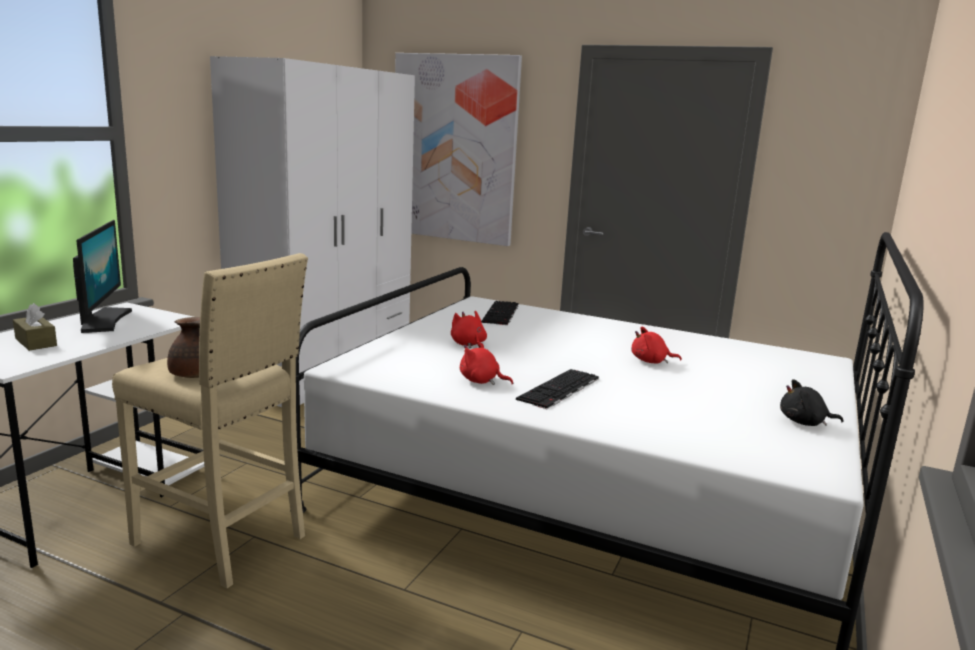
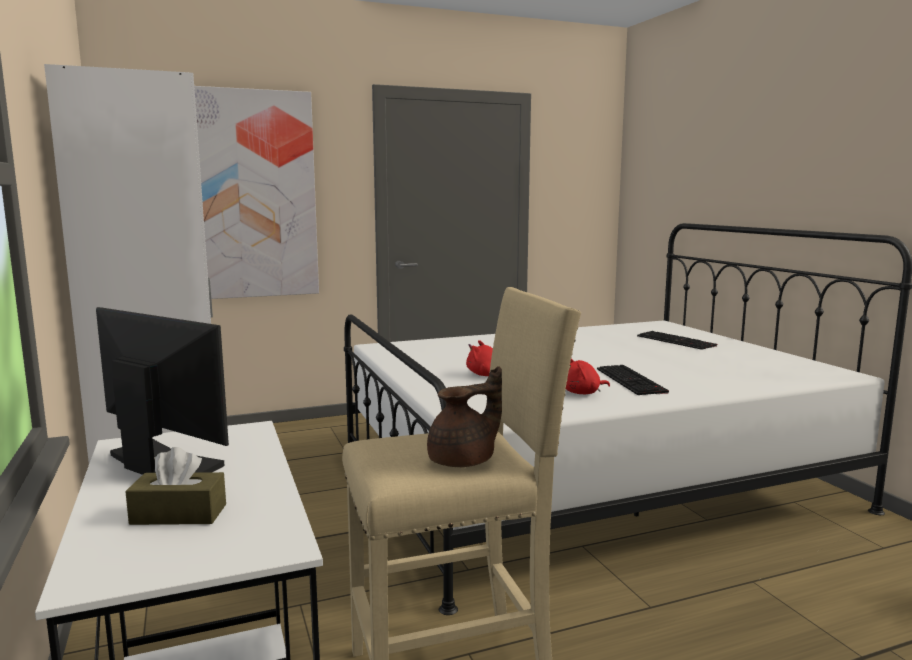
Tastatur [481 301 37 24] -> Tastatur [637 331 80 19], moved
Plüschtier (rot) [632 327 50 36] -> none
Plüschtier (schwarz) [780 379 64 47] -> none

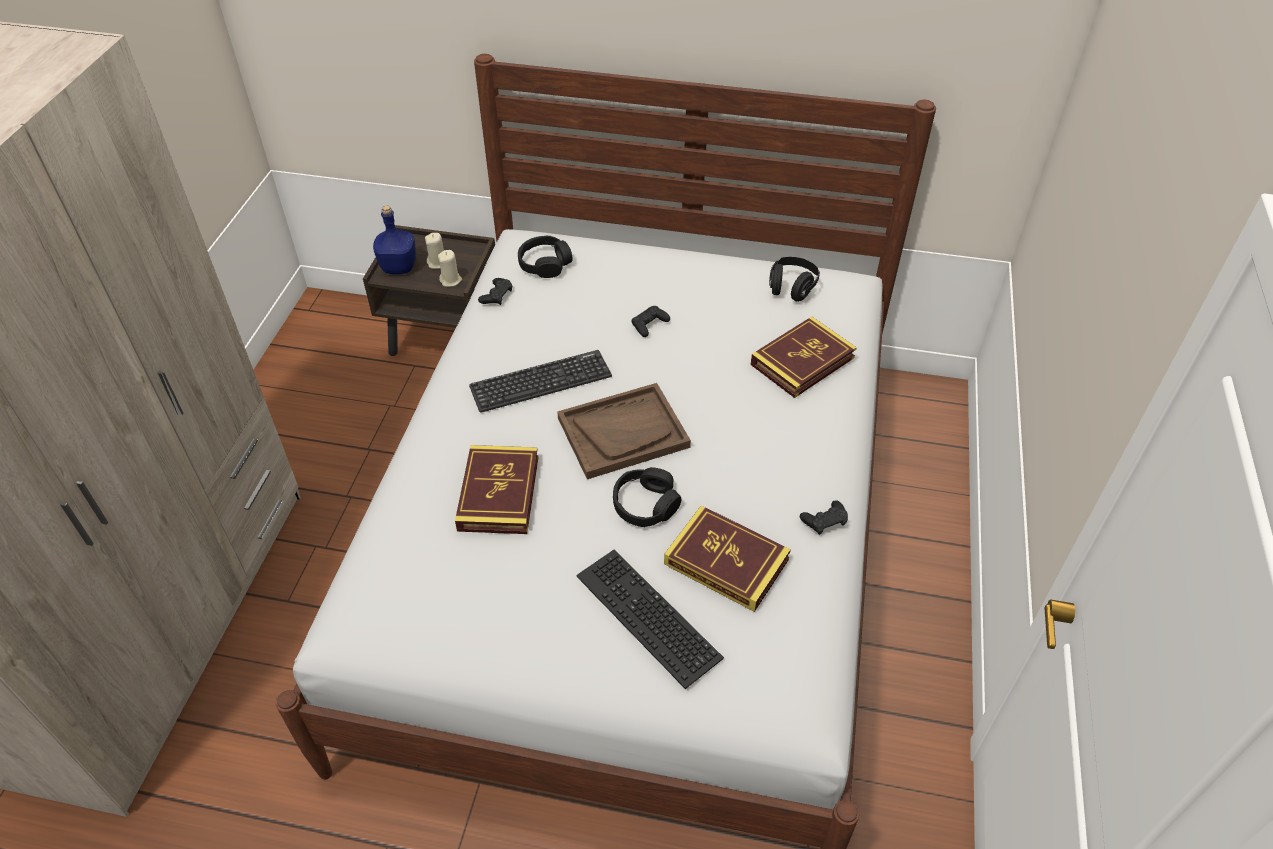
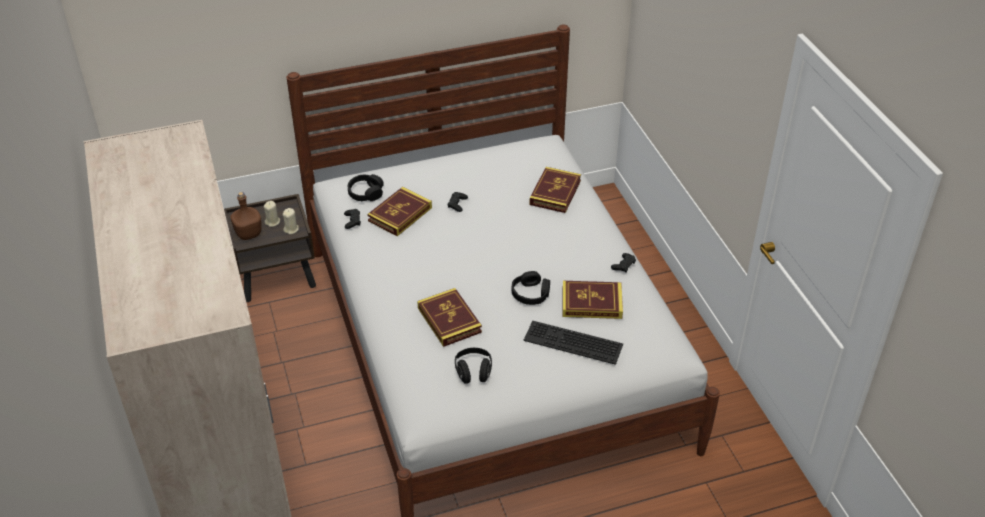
Flasche (blau) [373 206 43 68] -> Flasche (braun) [230 192 32 48]
none -> Buch [367 187 65 49]
Kopfhörer (schwarz) [769 257 51 44] -> Kopfhörer (schwarz) [455 348 37 36], moved
Tastatur [469 350 143 63] -> none
Tablett (braun) [557 383 134 96] -> none

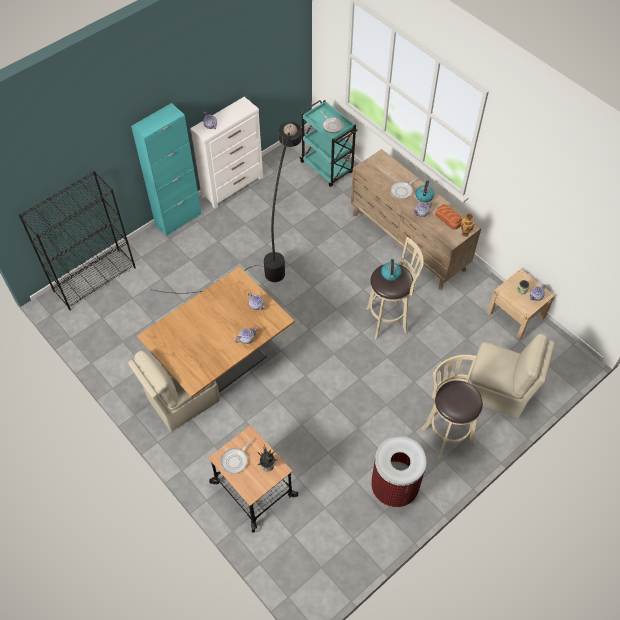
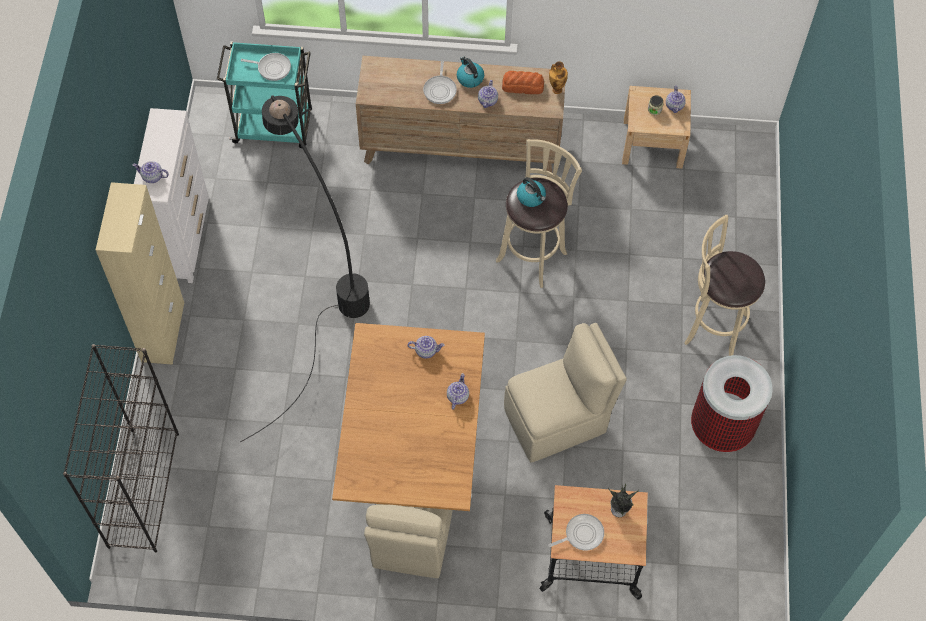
Schrank (türkis) [131 103 70 133] -> Schrank (beige) [96 182 88 183]
Stuhl (beige) [468 334 87 84] -> Stuhl (beige) [504 323 123 140], moved
Pfanne [220 439 32 35] -> Pfanne [548 514 56 37], 105 degrees counterclockwise

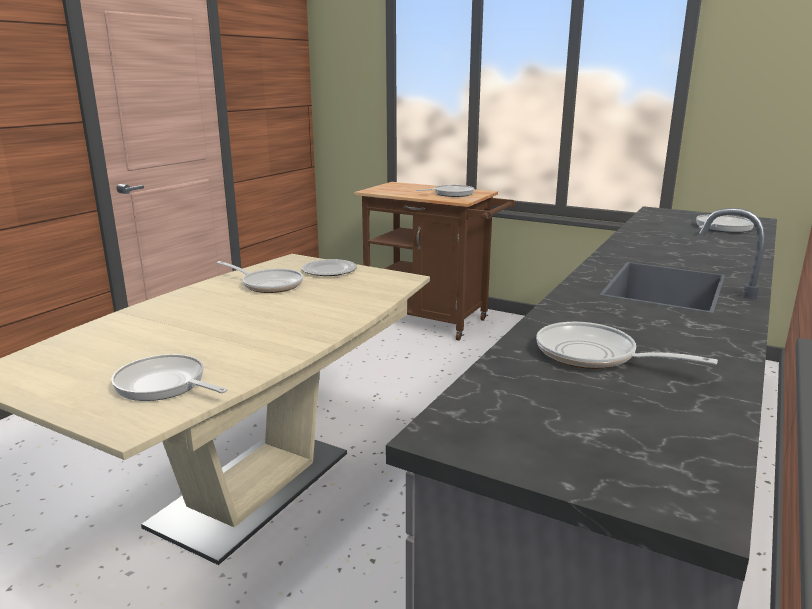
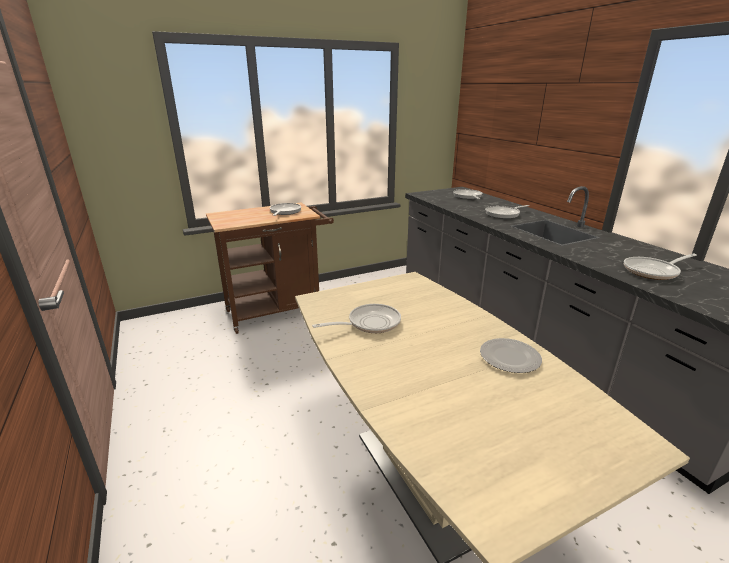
Teller [302 259 55 17] -> Teller [480 338 62 35], moved
Pfanne [111 354 116 47] -> Pfanne [485 205 44 14], moved

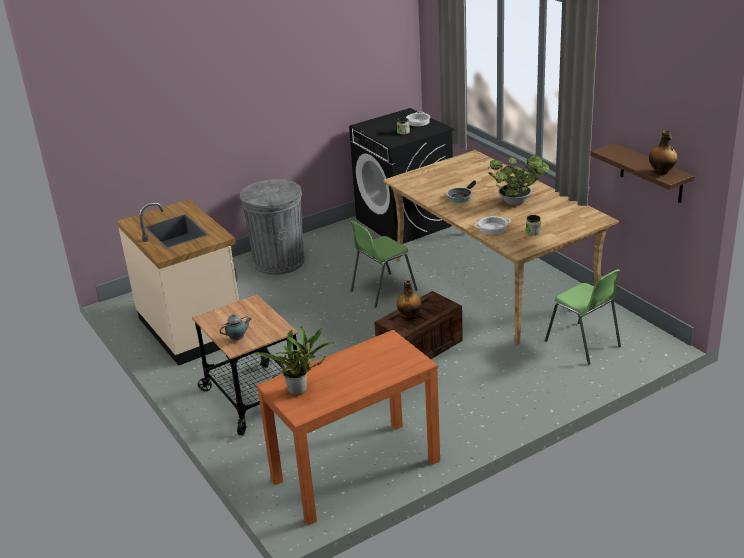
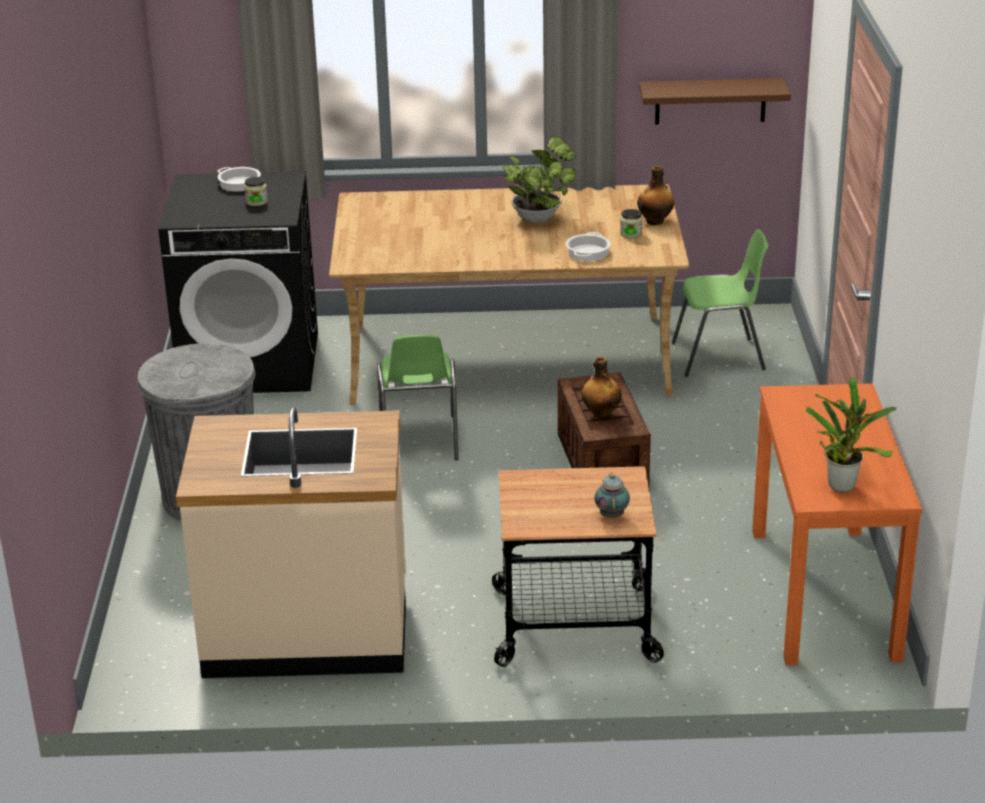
Flasche [649 130 29 45] -> Flasche [637 165 37 60], moved
Pfanne [447 181 29 22] -> none

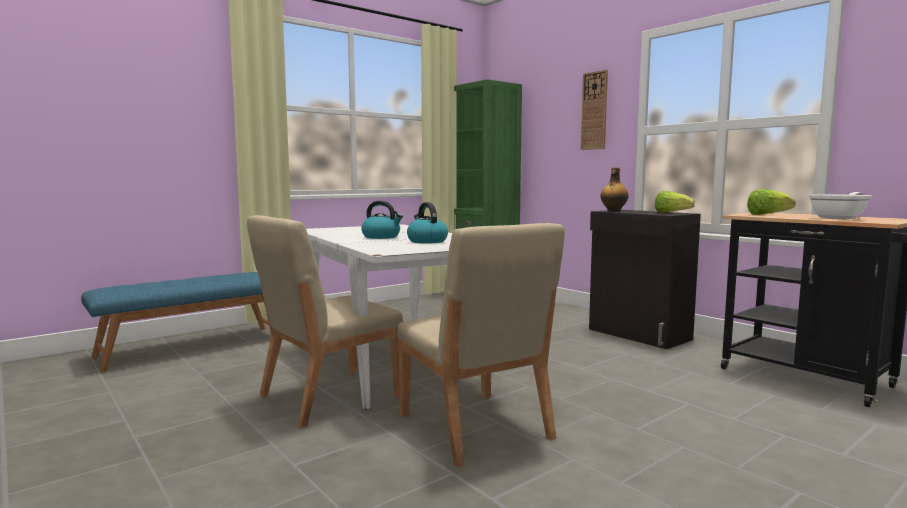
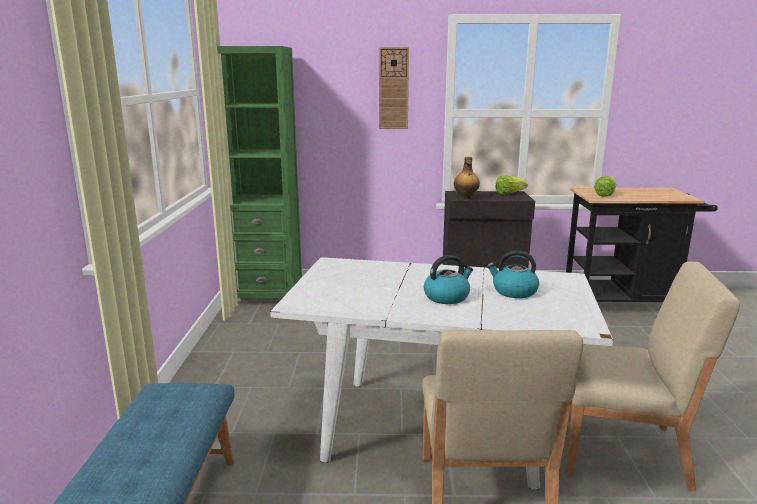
Pfanne [808 192 64 28] -> none

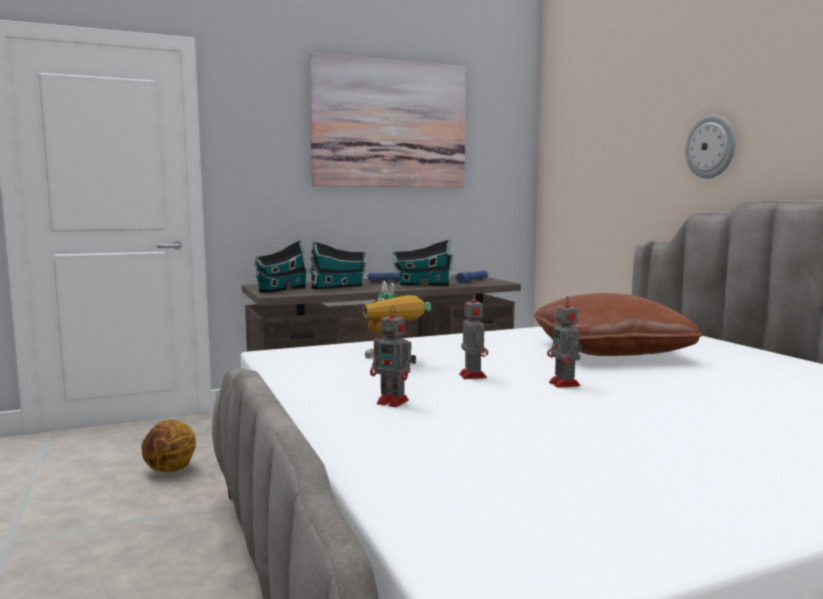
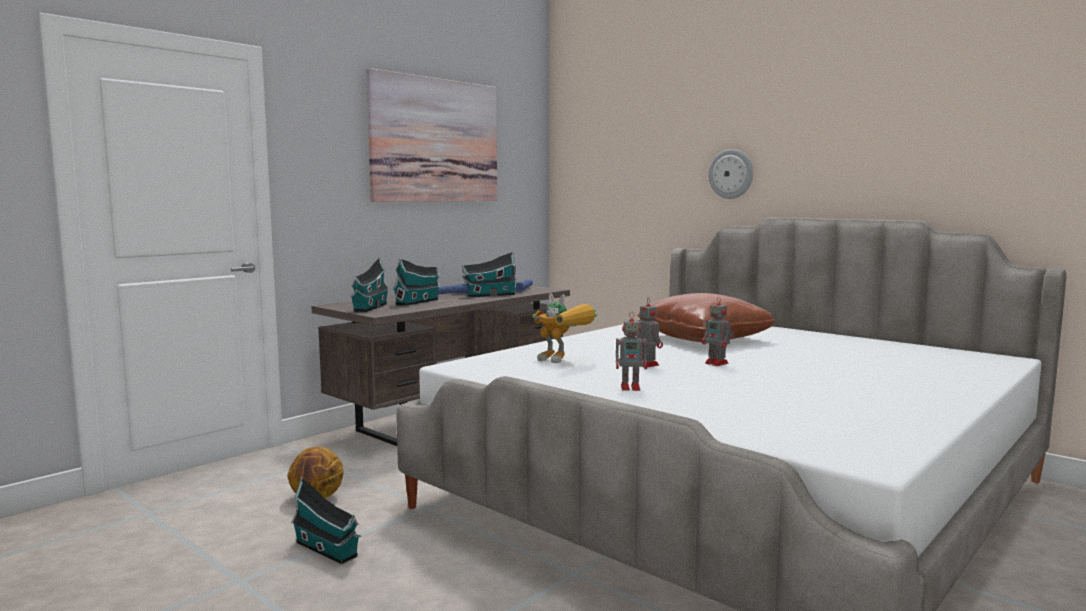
none -> Spielzeughaus [291 476 70 88]

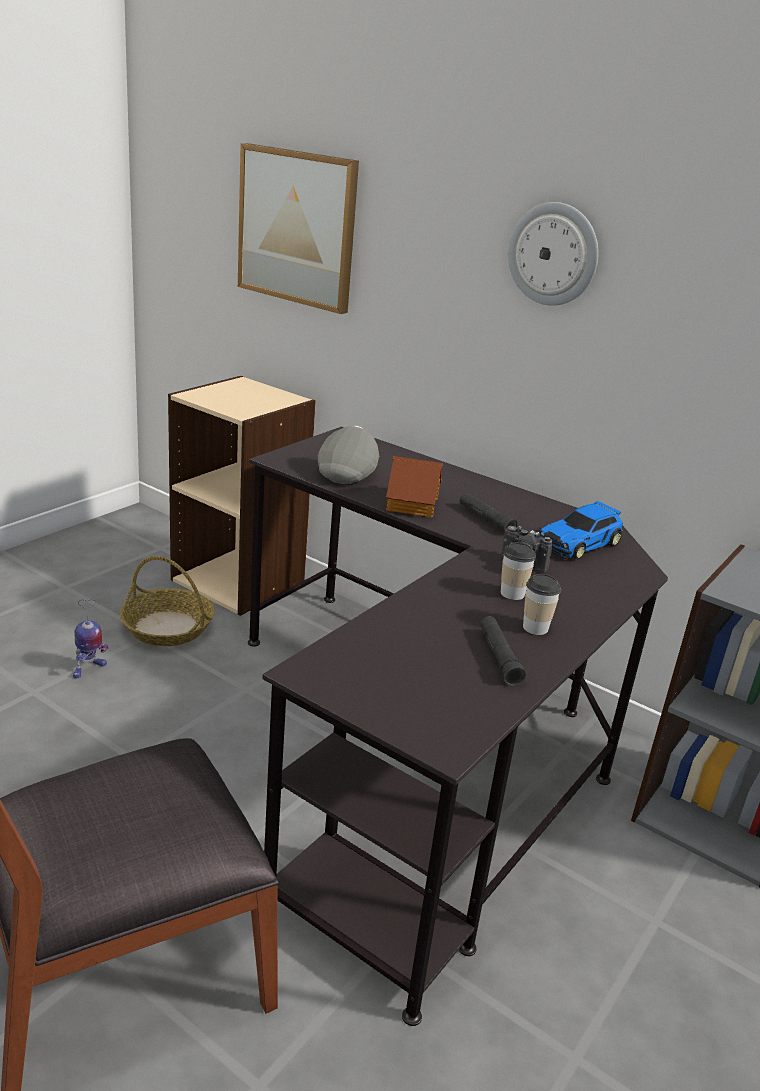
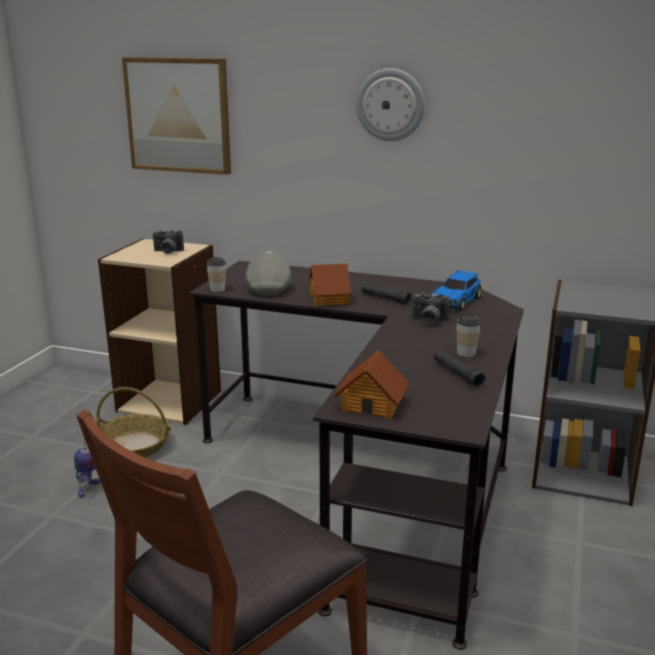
none -> Kamera [153 230 31 24]
Tasse [501 542 35 58] -> Tasse [206 257 20 35], moved
none -> Spielzeughaus [334 350 75 69]

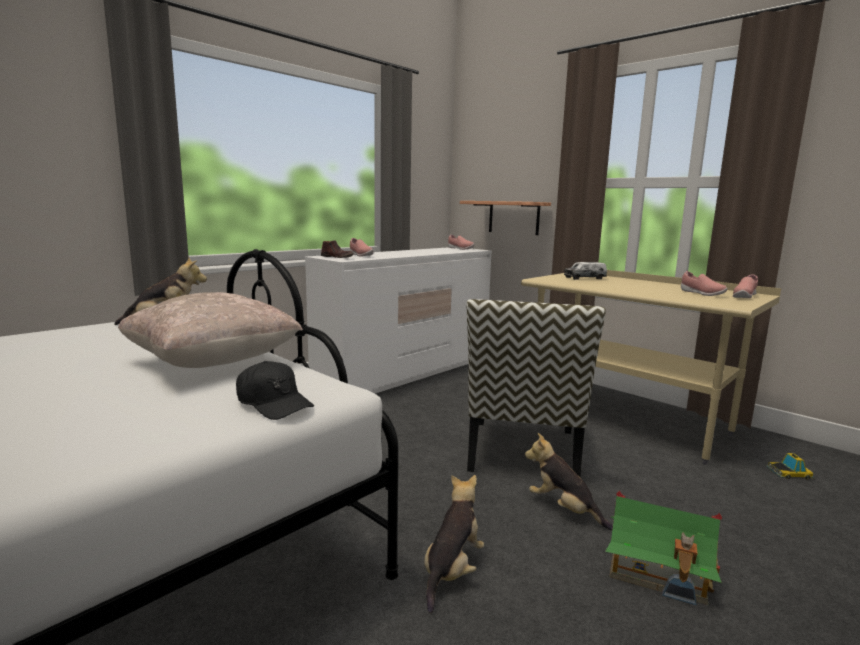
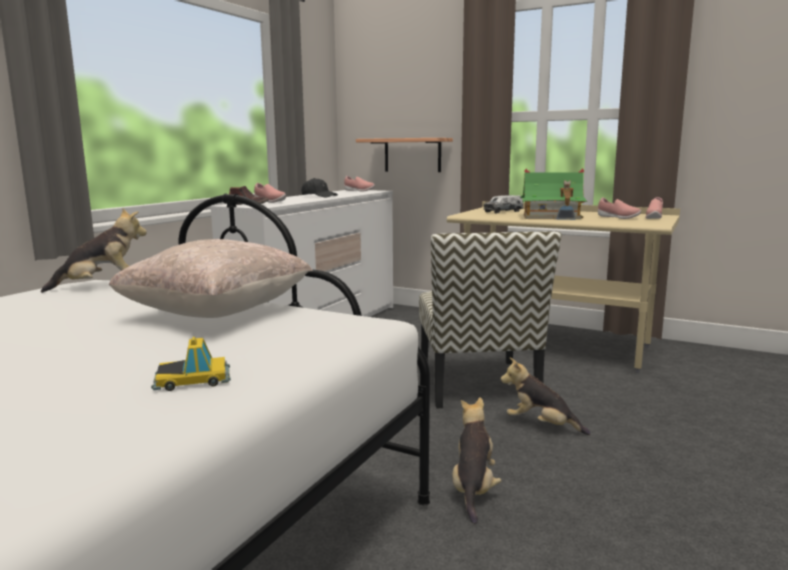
Spielzeugauto [766 453 49 26] -> Spielzeugauto [151 337 80 54], moved
Kappe (schwarz) [236 361 78 59] -> Kappe (schwarz) [301 178 37 20], moved
Spielzeughaus [605 491 117 115] -> Spielzeughaus [520 168 67 52], moved

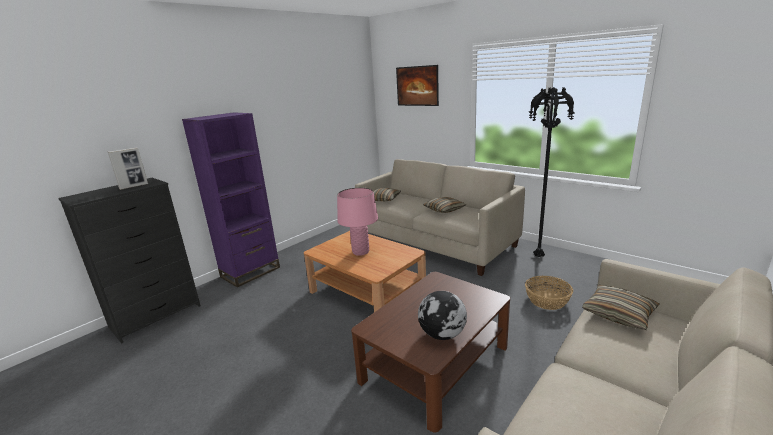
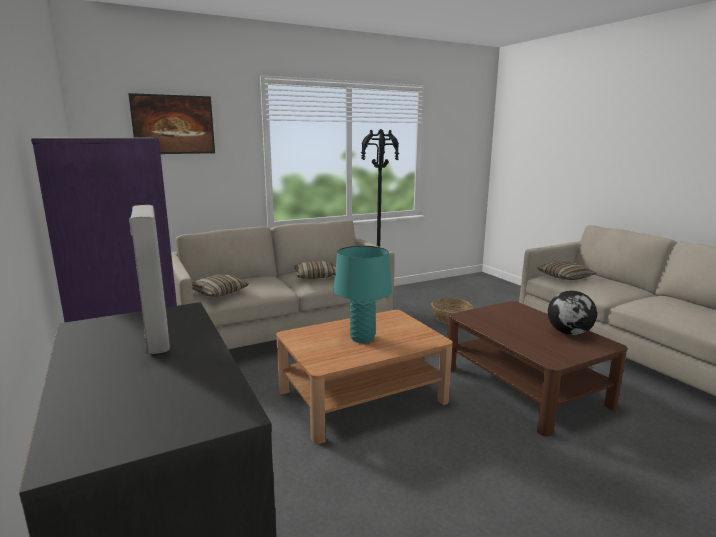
Tischlampe (rosa) [337 188 41 68] -> Tischlampe (türkis) [334 246 58 97]

